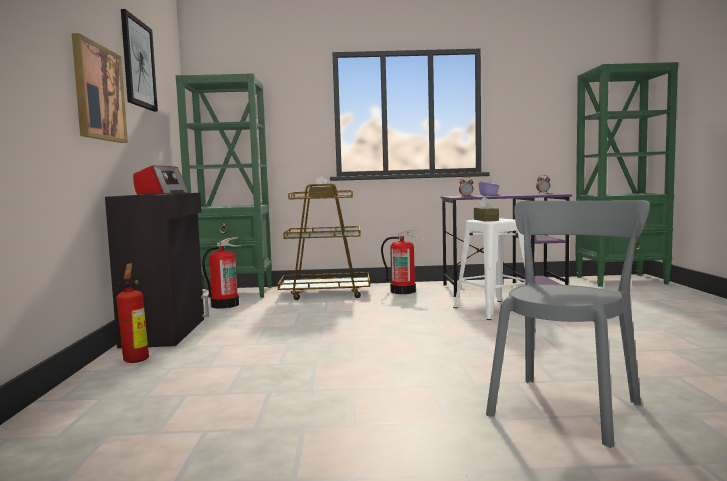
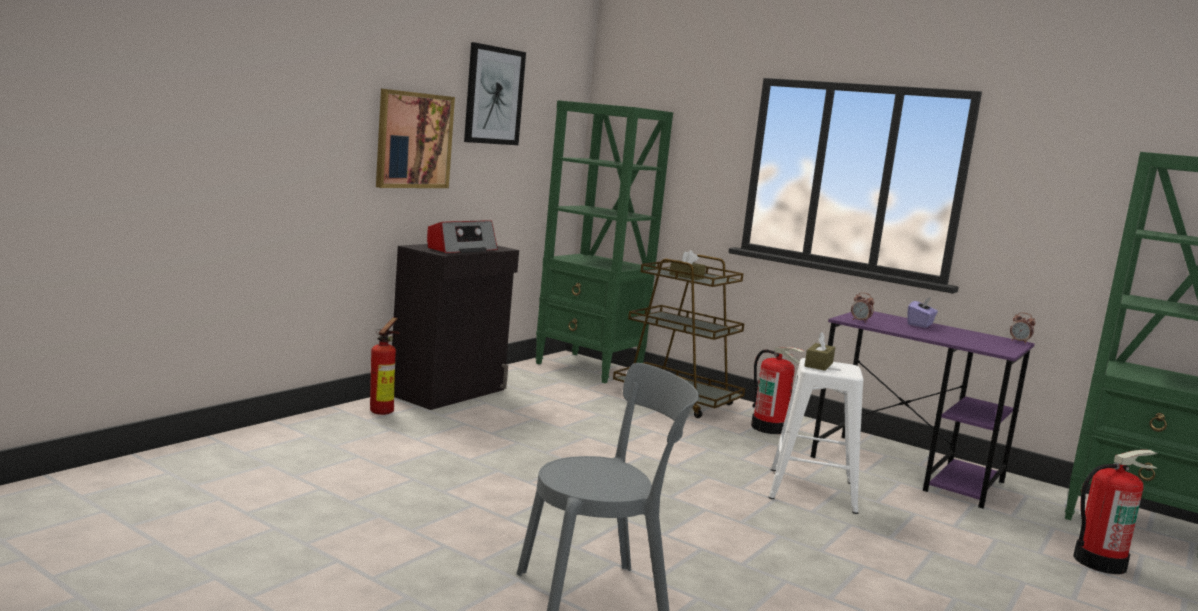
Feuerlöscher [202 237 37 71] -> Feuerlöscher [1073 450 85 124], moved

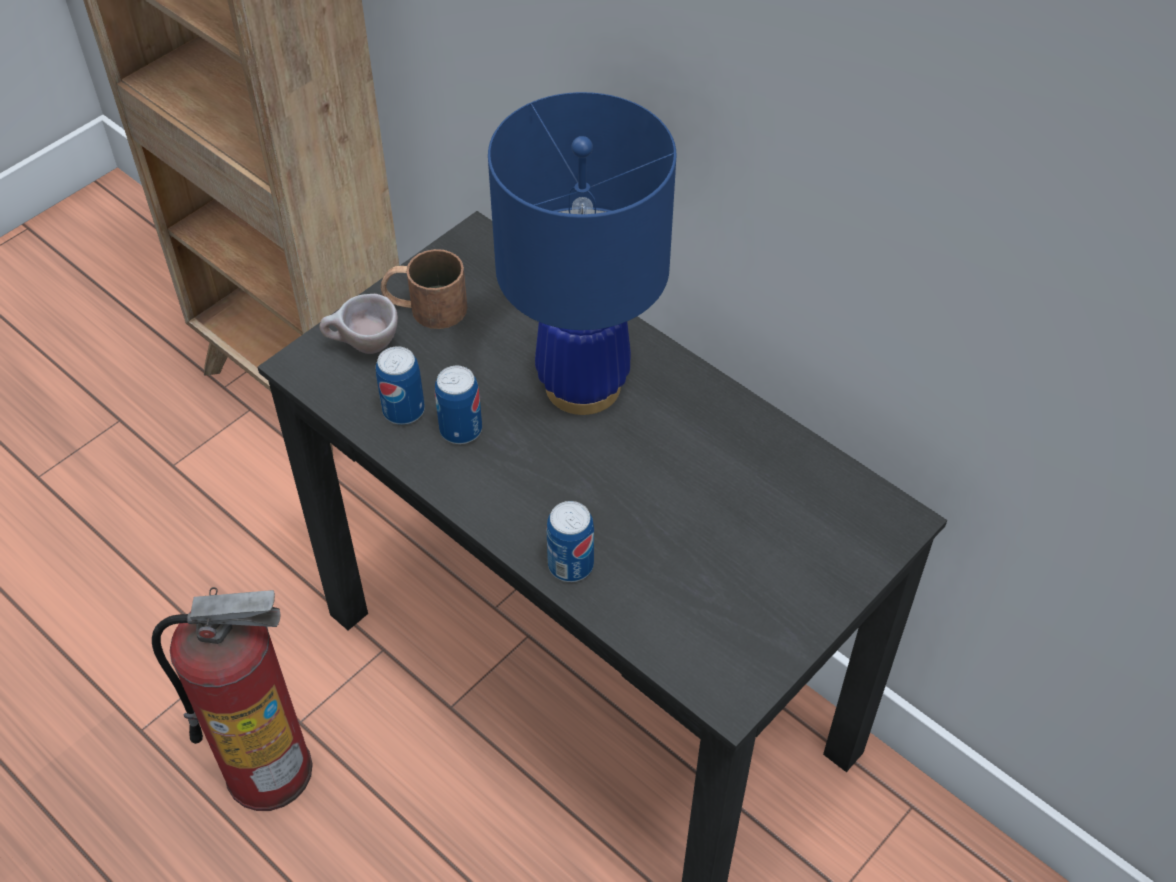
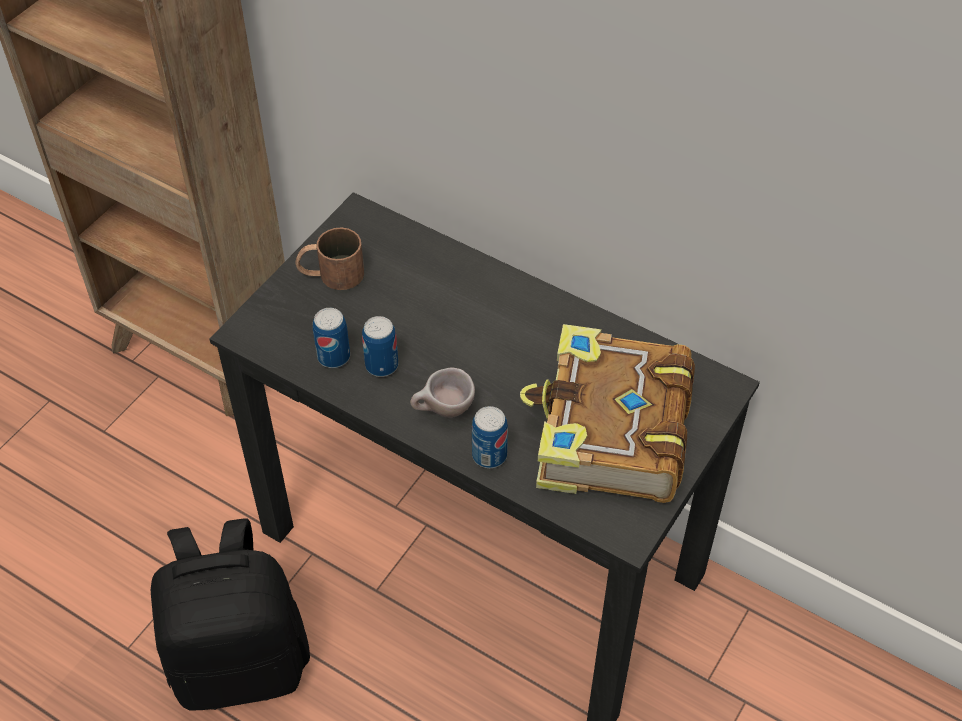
Feuerlöscher [152 587 161 224] -> Rucksack (schwarz) [151 518 159 193]
Tasse (beige) [320 294 78 60] -> Tasse (beige) [410 367 65 51], moved
none -> Buch [520 324 175 179]
Tischlampe (blau) [488 92 189 323] -> none

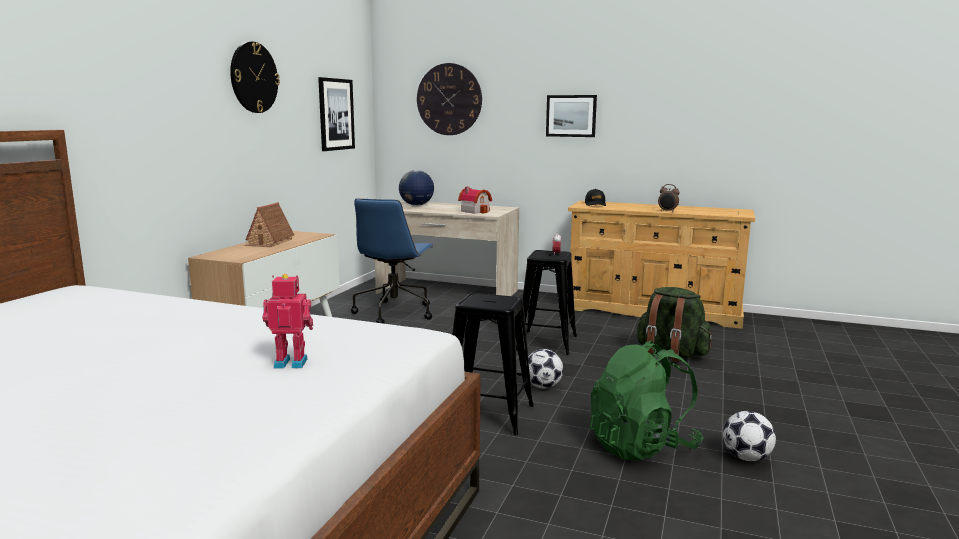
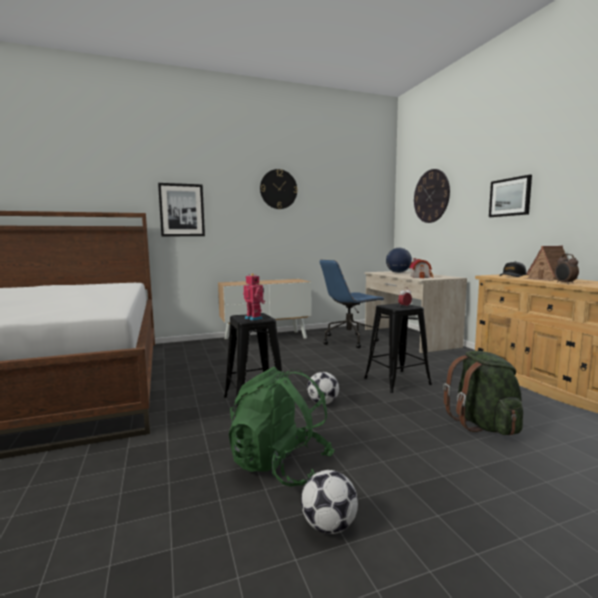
Bild [318 77 37 74] -> Bild [158 183 47 53], moved
Spielzeugroboter [262 274 51 94] -> Spielzeugroboter [243 273 22 48], moved
Spielzeughaus [244 202 51 45] -> Spielzeughaus [524 246 43 35], moved

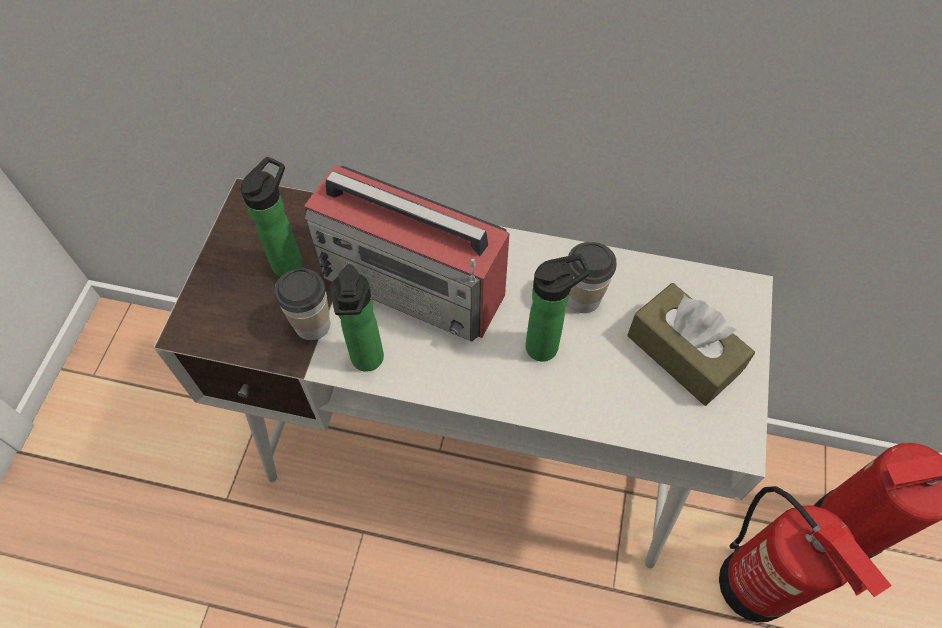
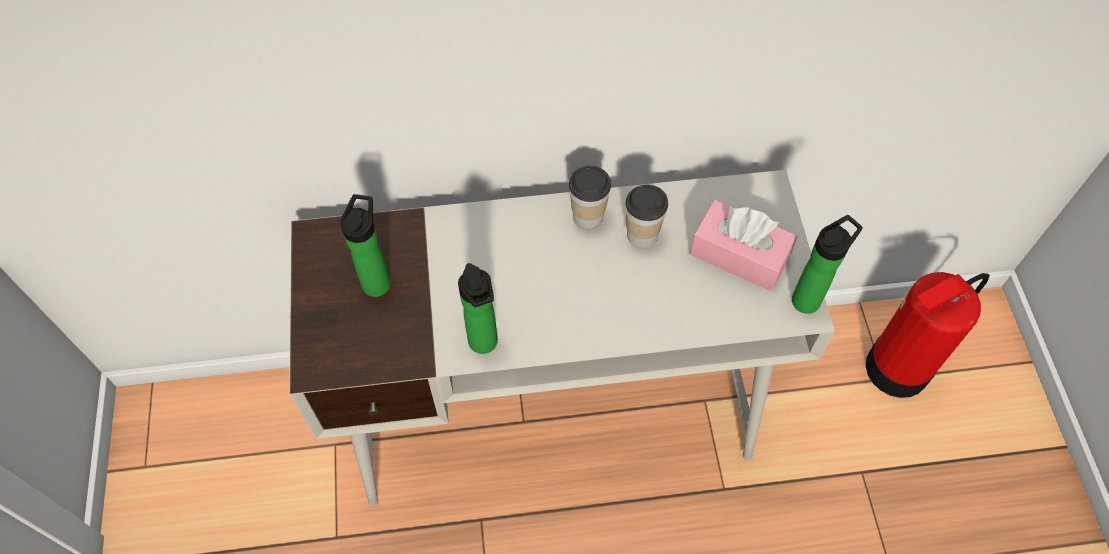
Tasse [274 268 56 72] -> Tasse [569 165 42 64], moved
Taschentuchbox (braun) [627 283 128 123] -> Taschentuchbox (rosa) [690 200 107 91]
Flasche [525 254 65 108] -> Flasche [792 215 71 99], moved
Radio [304 165 206 176] -> none
Feuerlöscher [719 486 173 136] -> none

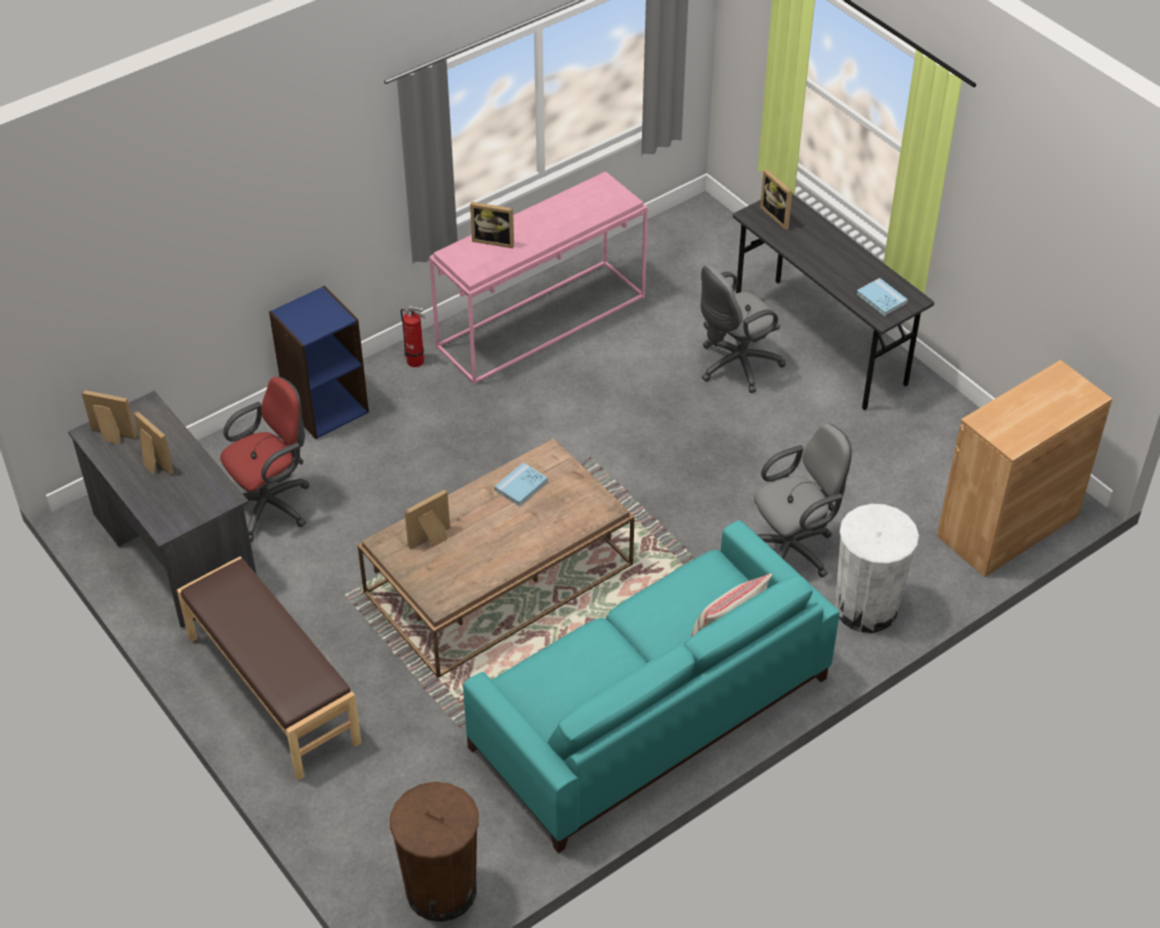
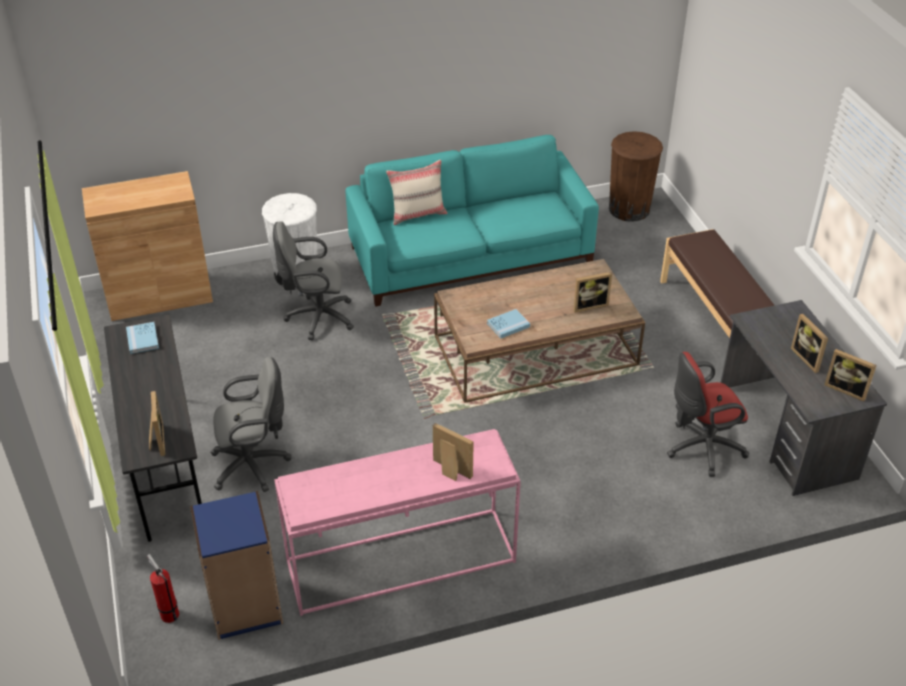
Feuerlöscher [401 306 25 61] -> Feuerlöscher [147 554 32 69], moved
Bücherregal (blau) [269 285 100 154] -> Bücherregal (blau) [190 491 93 149], moved

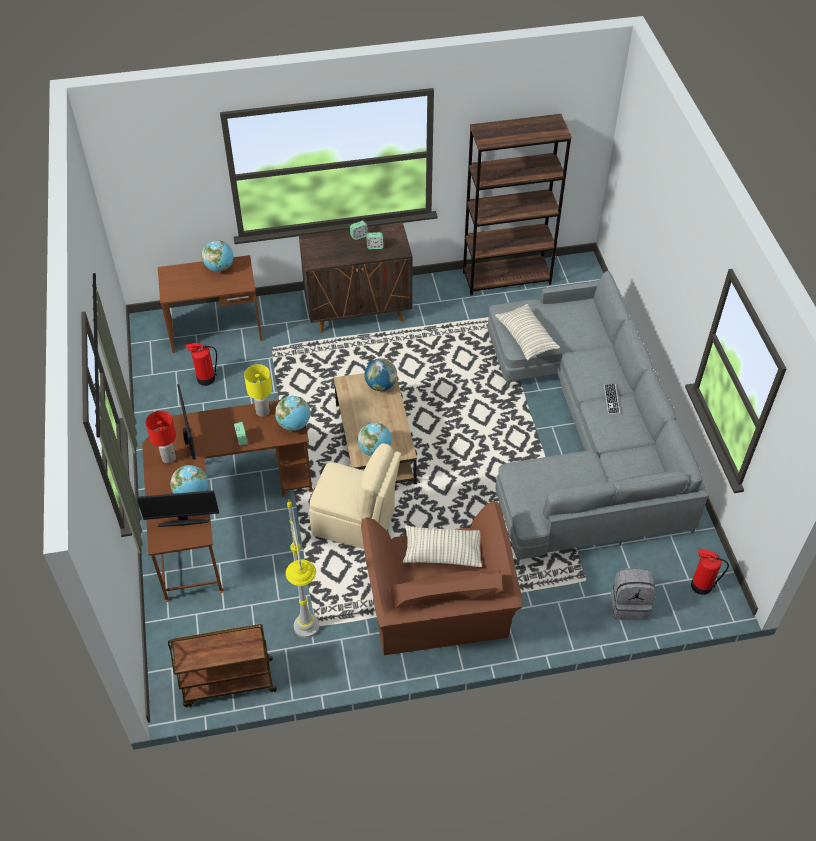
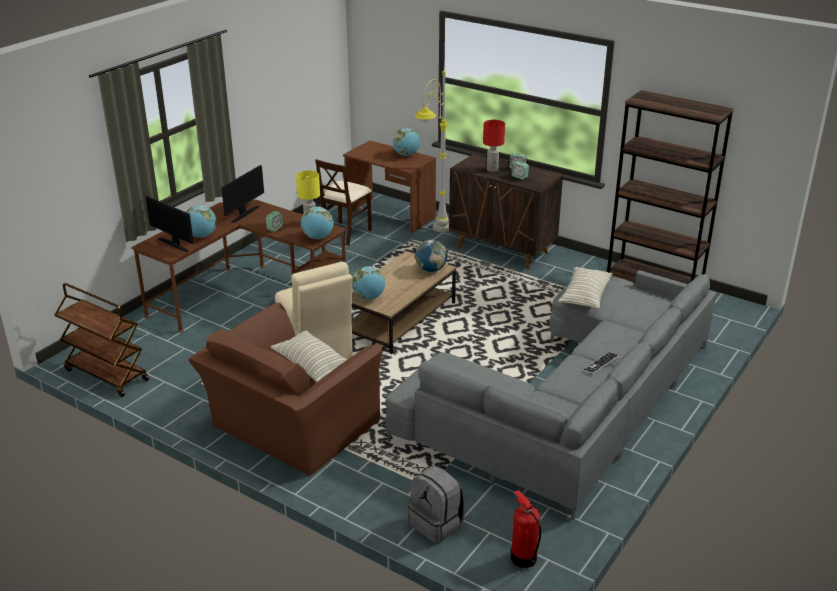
Feuerlöscher [186 343 31 43] -> Stuhl (beige) [315 159 57 87]
Stehlampe (grau) [286 499 33 139] -> Stehlampe (grau) [415 71 34 161], moved
Tischlampe (rot) [145 411 31 52] -> Tischlampe (rot) [483 120 22 52], moved

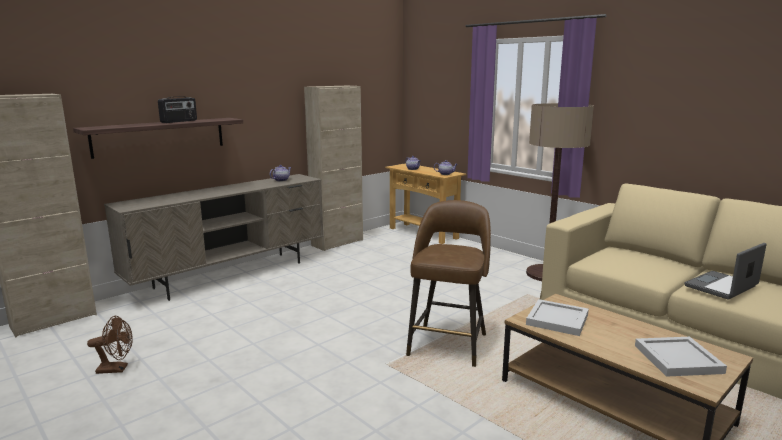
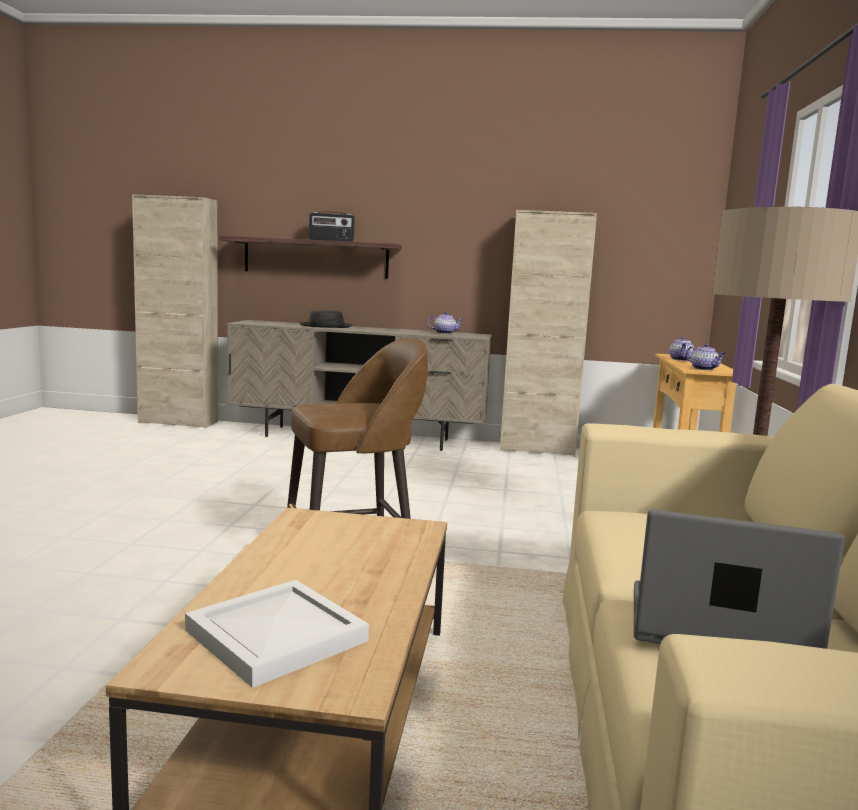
none -> Hut (schwarz) [299 310 54 18]
Ventilator (braun) [87 316 46 58] -> none
Tablett (weiß) [526 299 63 37] -> none

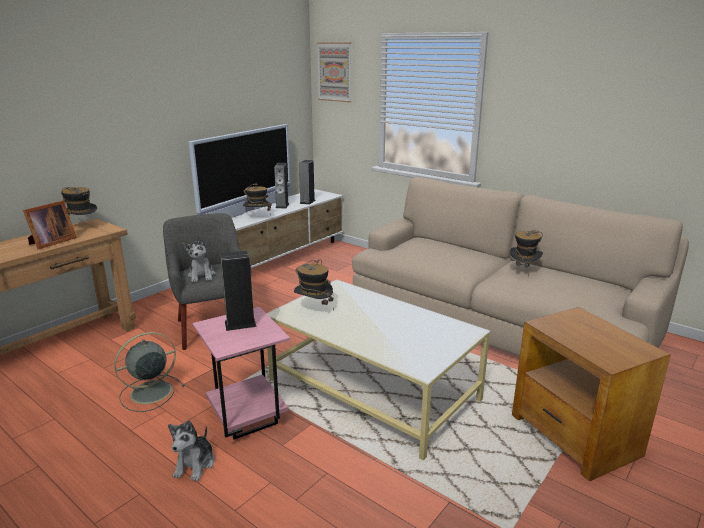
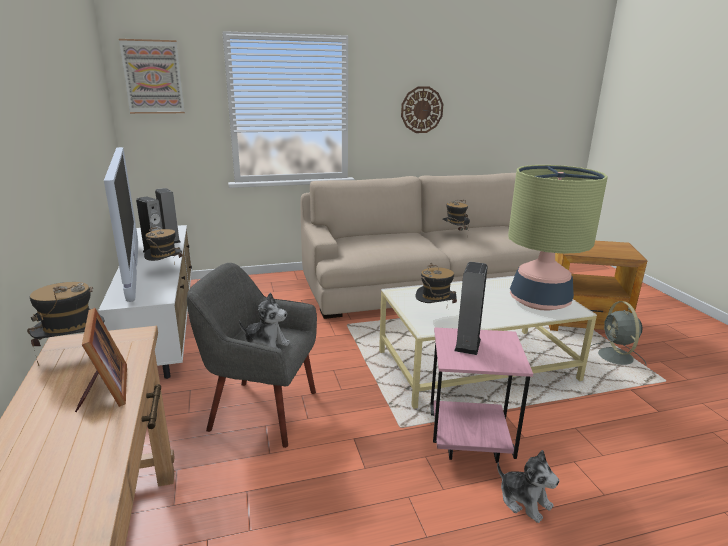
none -> Wanduhr [401 86 42 47]
none -> Tischlampe [508 165 100 146]
Ventilator (grau) [114 332 71 80] -> Ventilator (grau) [590 301 57 64], moved

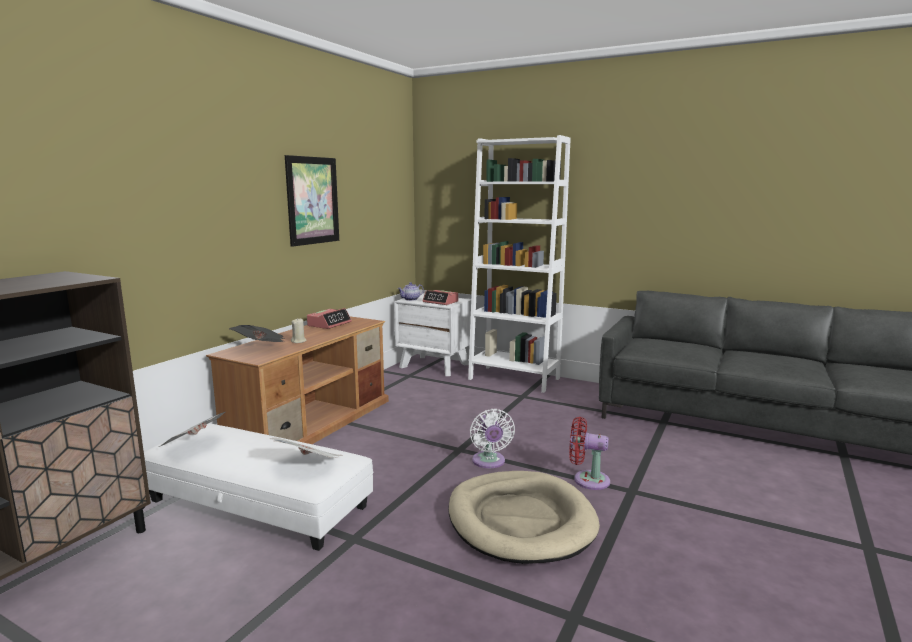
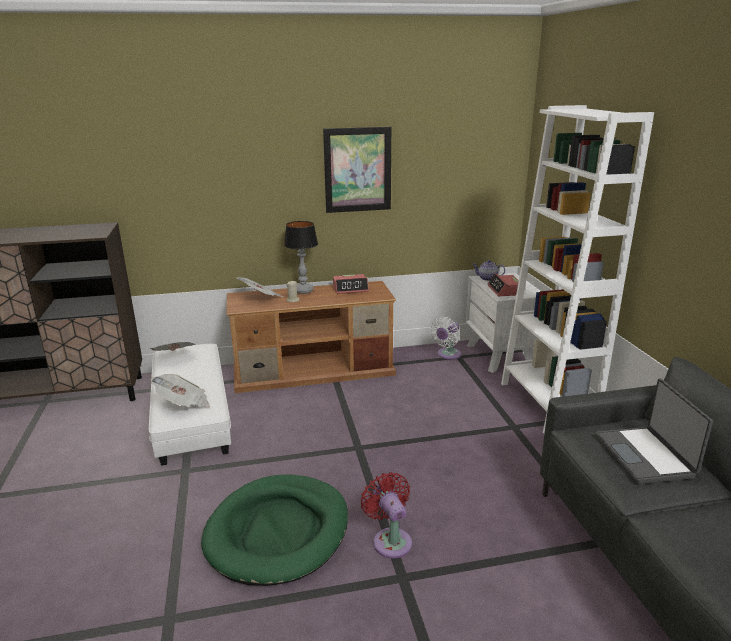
Hundebett (beige) [448 471 152 93] -> Hundebett (grün) [201 474 147 112]
none -> Tischlampe [284 221 34 73]
Ventilator (weiß) [470 409 45 59] -> Ventilator (weiß) [430 317 31 43], moved
none -> Laptop [596 379 117 105]

